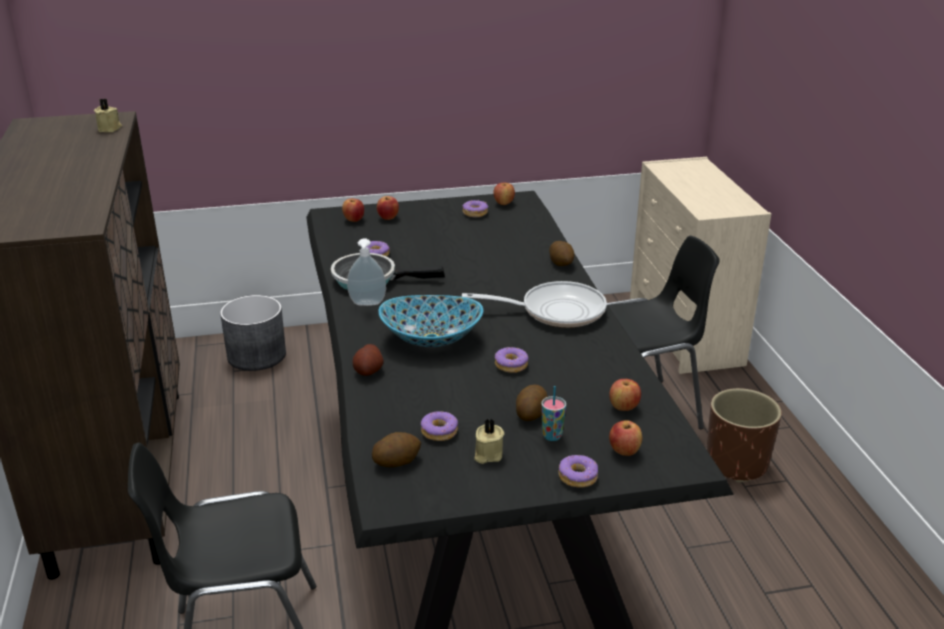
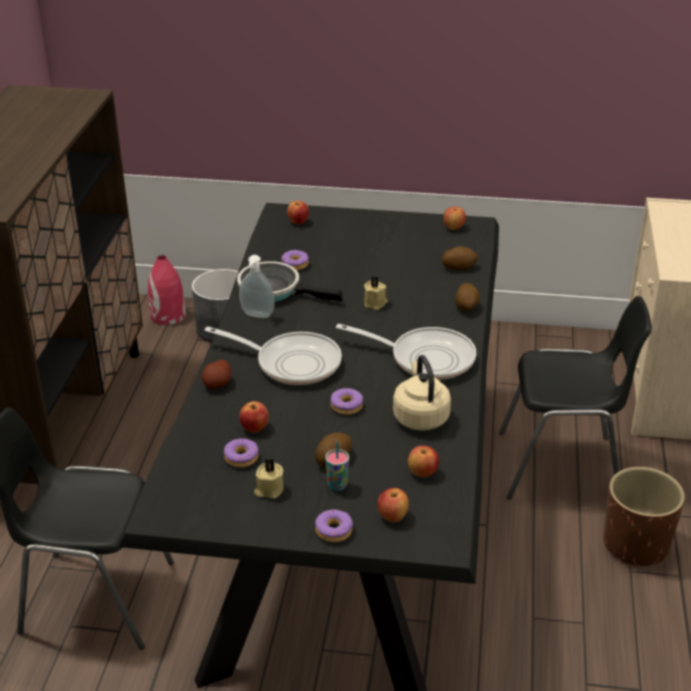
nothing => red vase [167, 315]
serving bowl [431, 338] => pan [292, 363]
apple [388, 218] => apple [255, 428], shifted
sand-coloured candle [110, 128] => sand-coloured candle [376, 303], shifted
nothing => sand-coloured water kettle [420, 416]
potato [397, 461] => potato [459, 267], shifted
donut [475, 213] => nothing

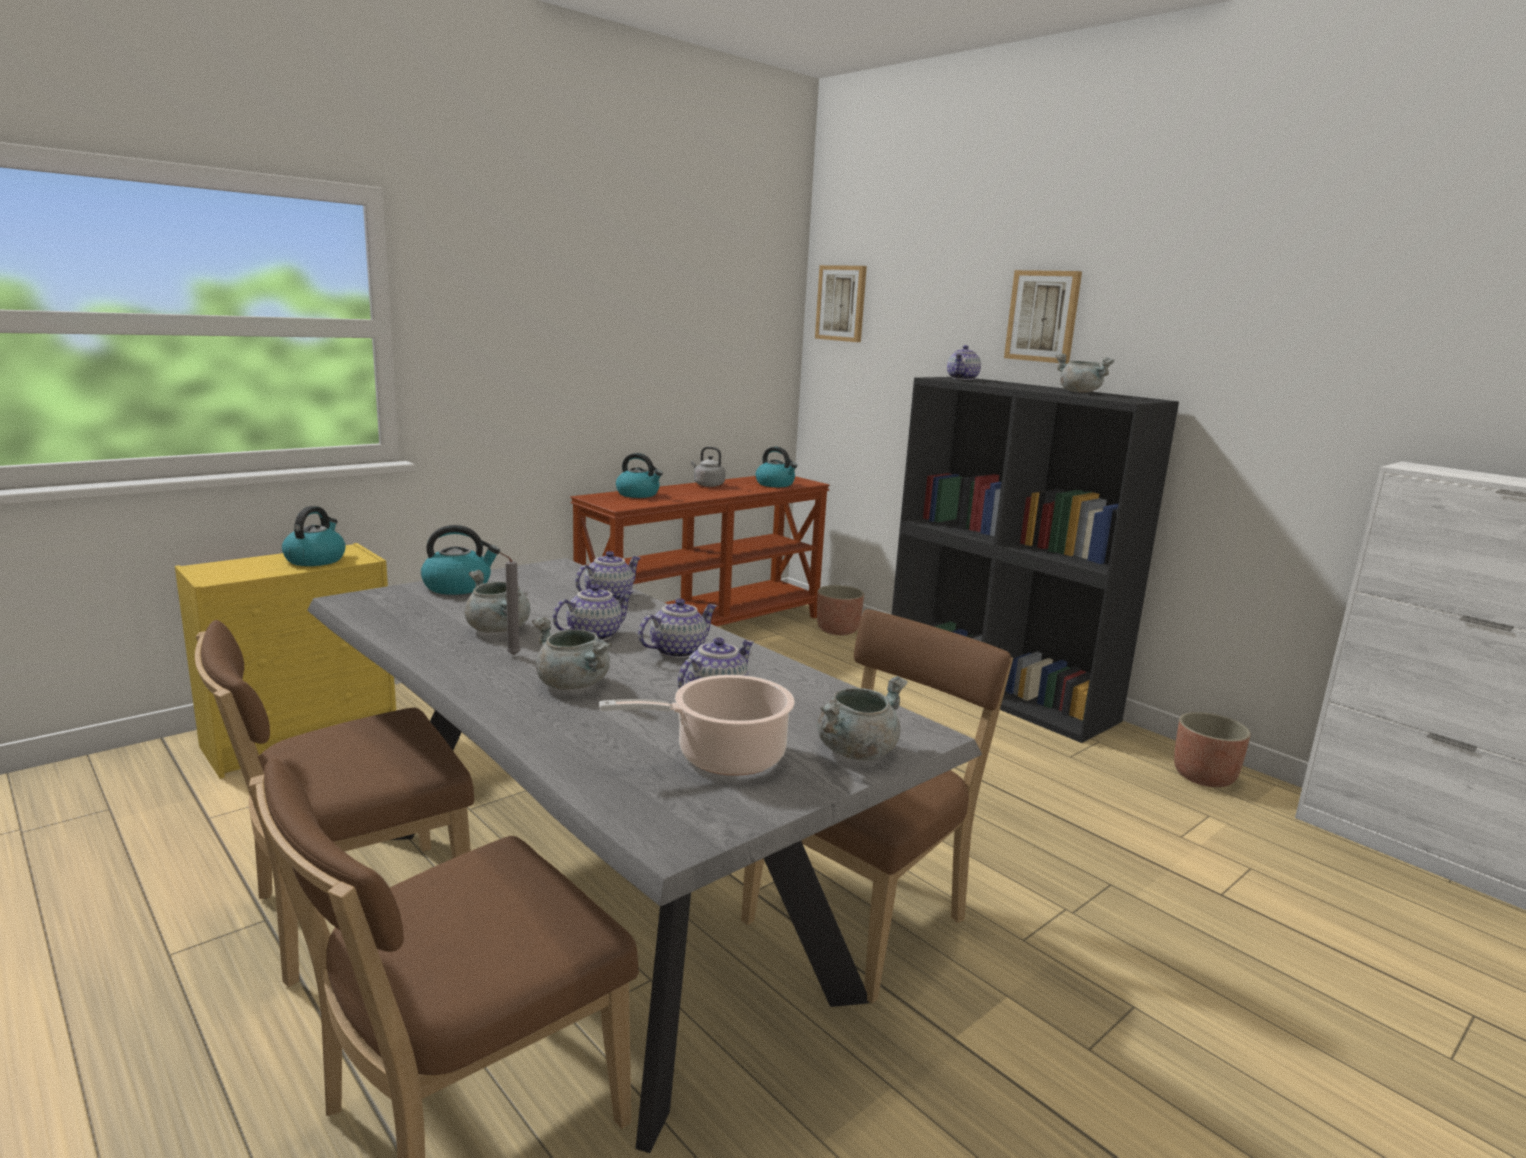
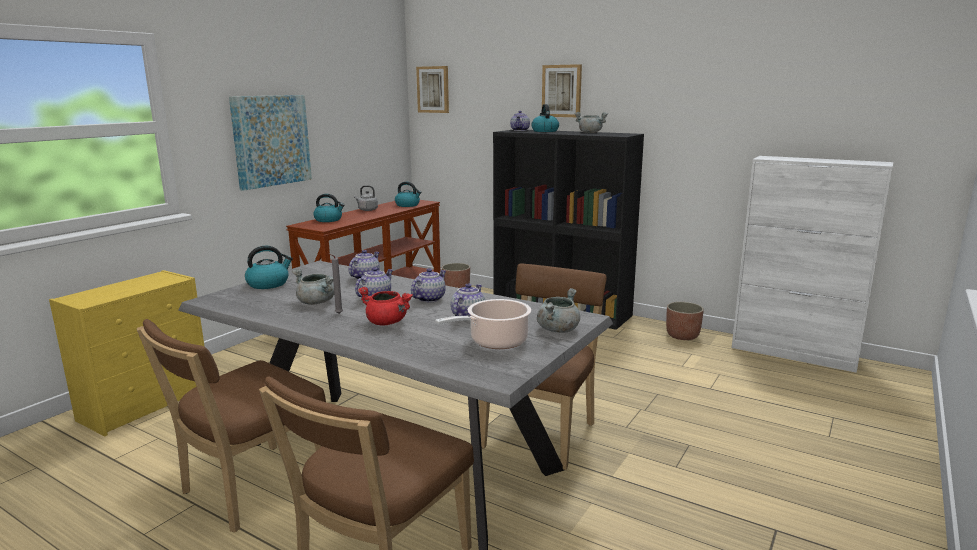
nothing => wall art [271, 140]
gray cooking pot [574, 685] => red cooking pot [387, 322]
water kettle [315, 559] => water kettle [544, 131], shifted

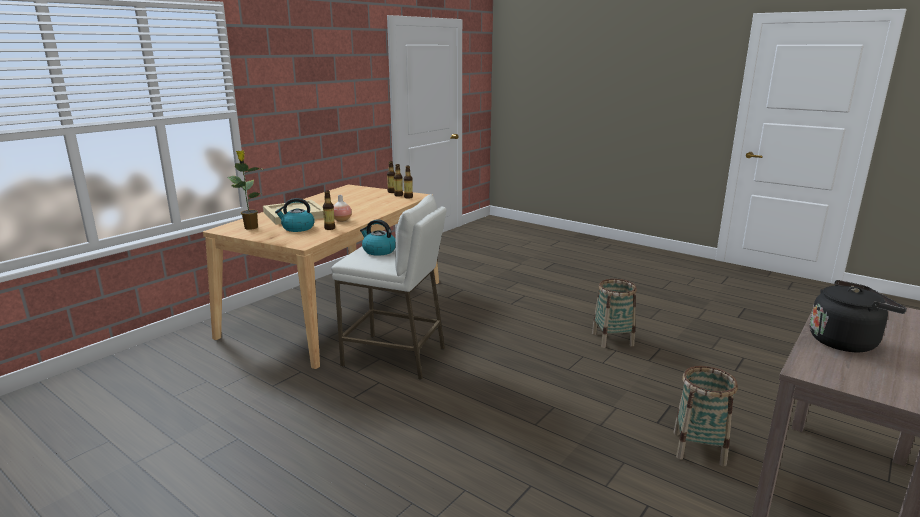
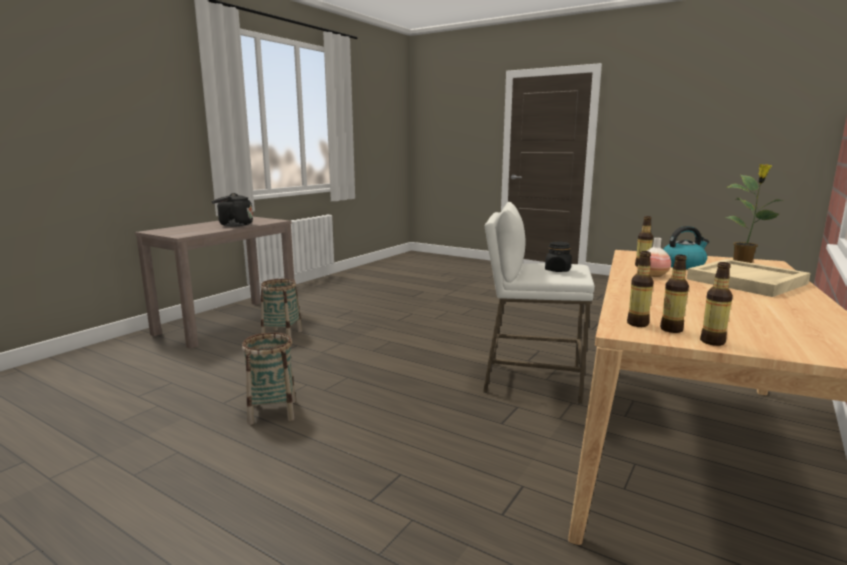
water kettle [378, 251] => blackish jar [557, 270]

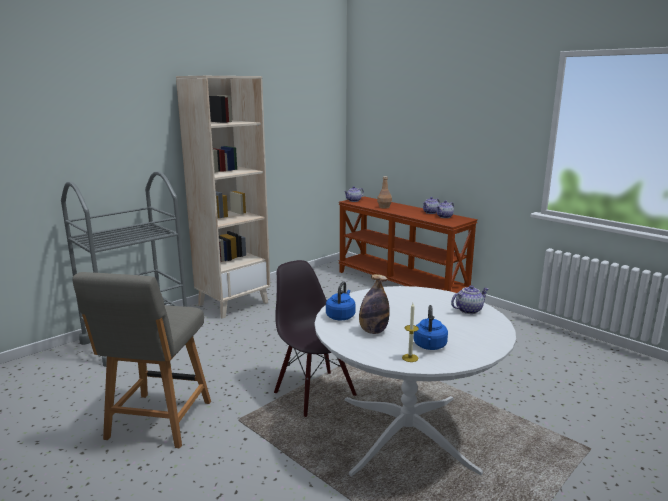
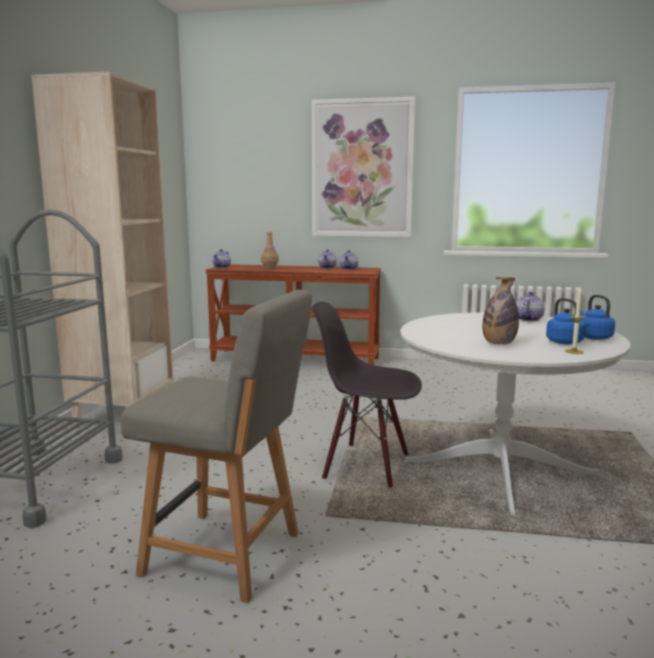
gray upright chair [158, 422] => gray upright chair [227, 555], 45 degrees counterclockwise
nothing => wall art [362, 169]
blue-coloured water kettle [341, 316] => blue-coloured water kettle [593, 337], shifted

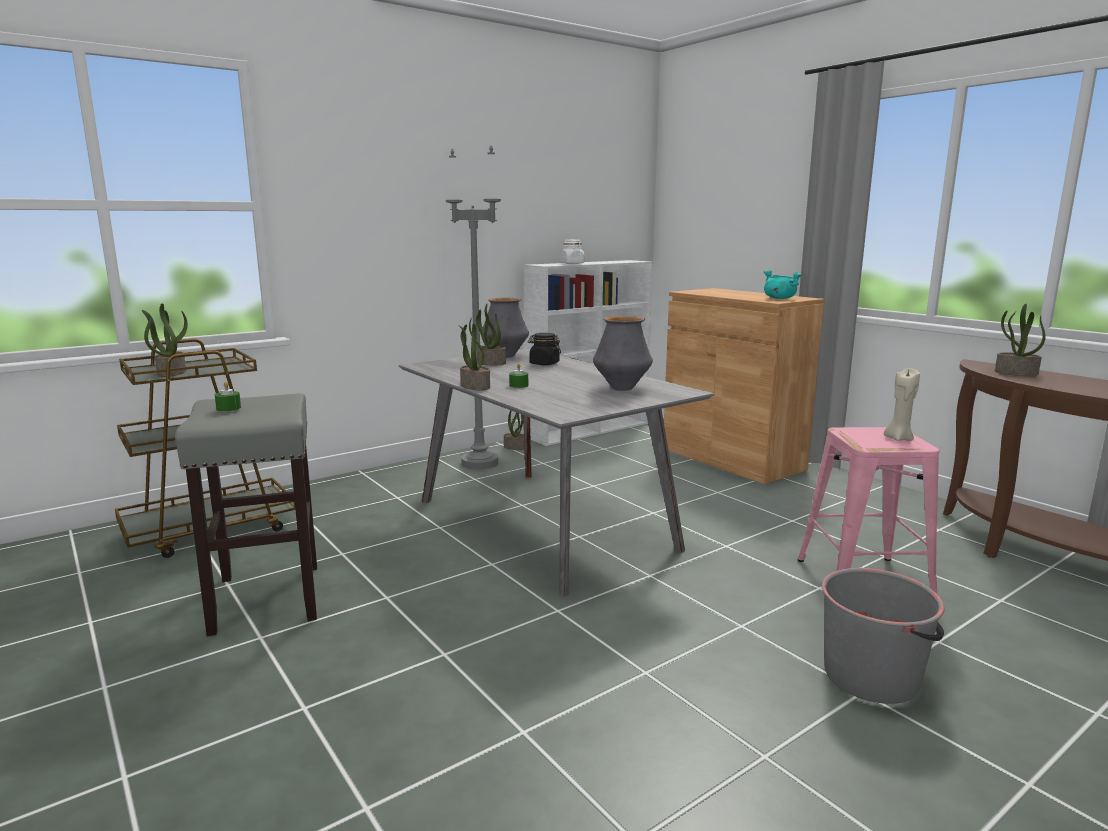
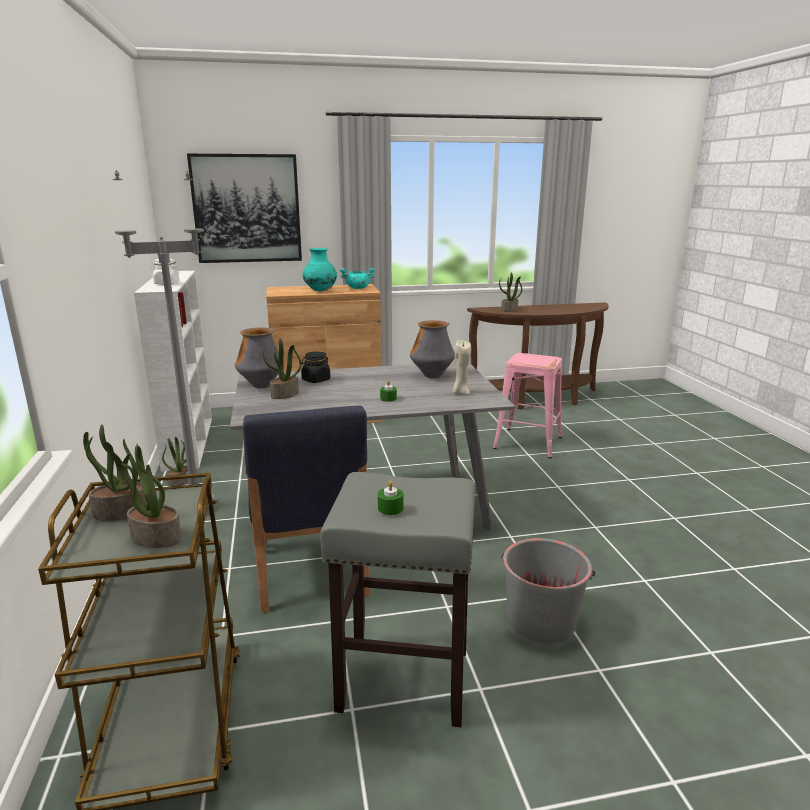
plant in a pot [474, 386] => plant in a pot [120, 512], shifted
nothing => wall art [247, 209]
nothing => blue-coloured upright chair [309, 570]
nothing => turquoise vase [320, 291]
sand-coloured candle [898, 438] => sand-coloured candle [460, 392], shifted
gray bucket [872, 676] => gray bucket [541, 620], shifted

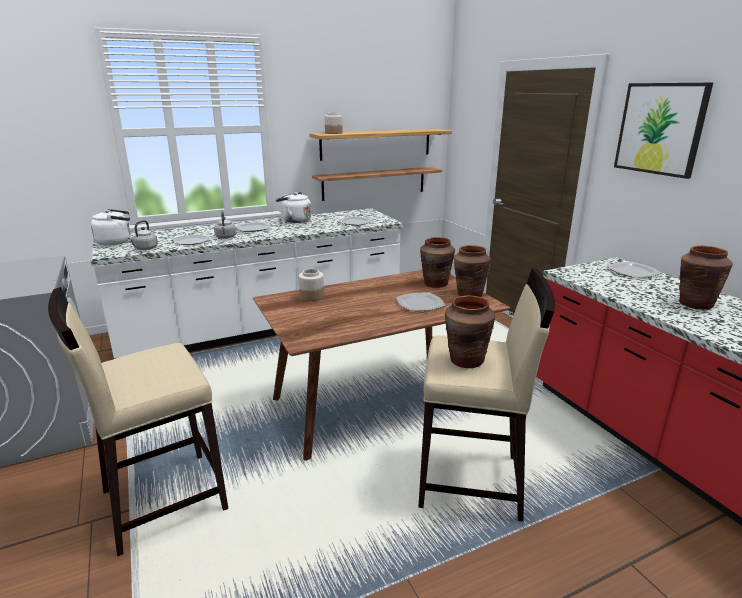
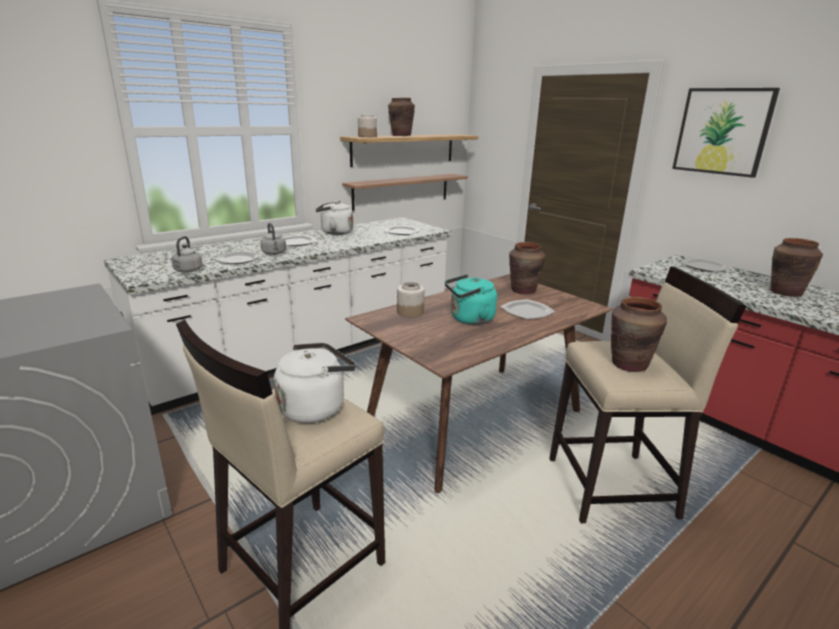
white water kettle [116, 242] => white water kettle [315, 407], shifted
brown-coloured vase [469, 294] => brown-coloured vase [401, 136], shifted
nothing => turquoise water kettle [469, 319]

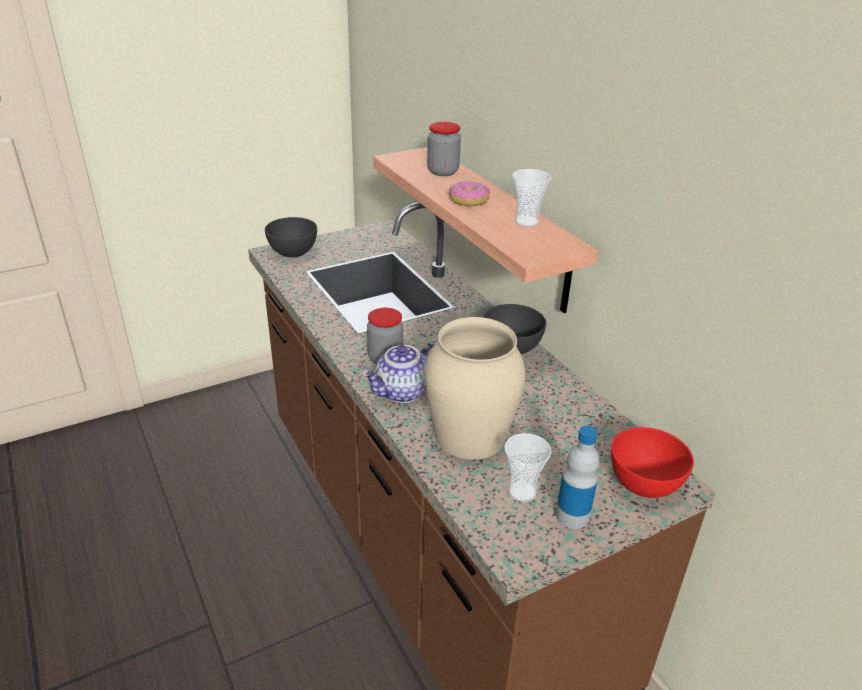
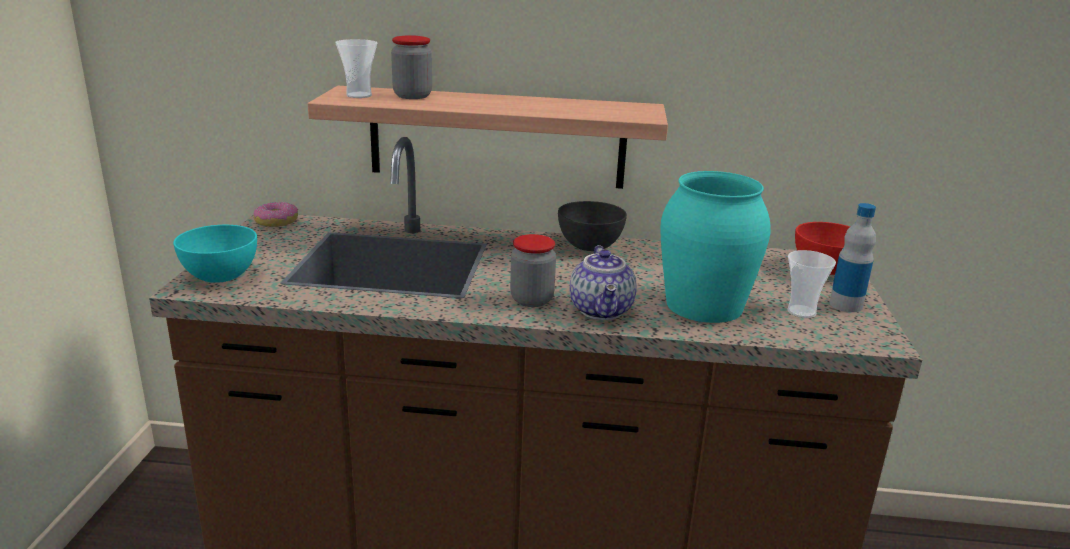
gray serving bowl [293, 253] => turquoise serving bowl [221, 276]
donut [469, 200] => donut [277, 221], shifted
cup [526, 221] => cup [359, 95], shifted
sand-coloured vase [469, 435] => turquoise vase [703, 305]

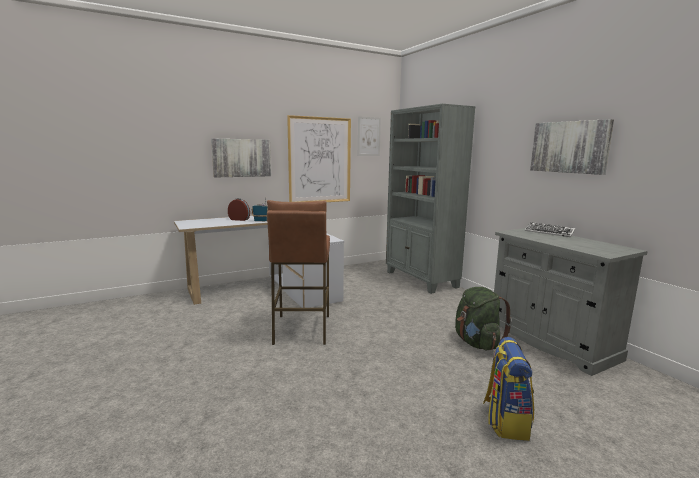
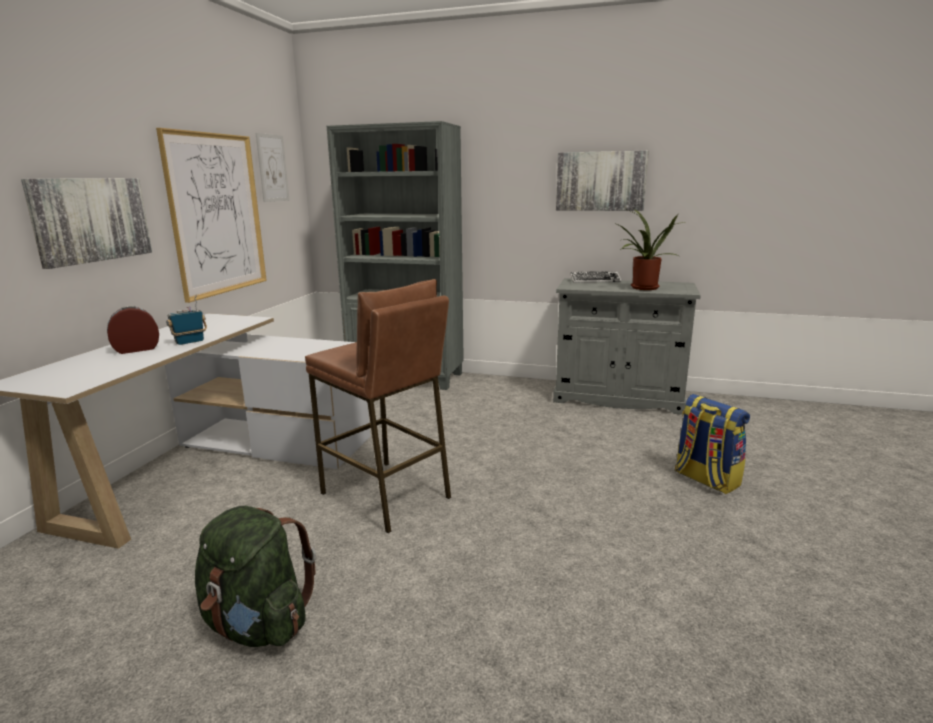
green-coloured rucksack [477, 343] => green-coloured rucksack [258, 624], shifted
nothing => plant in a pot [642, 288]

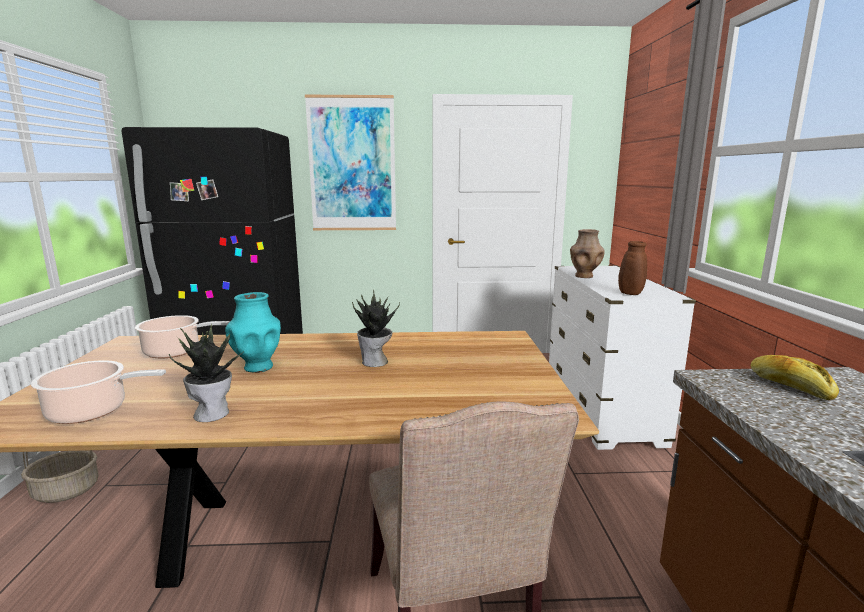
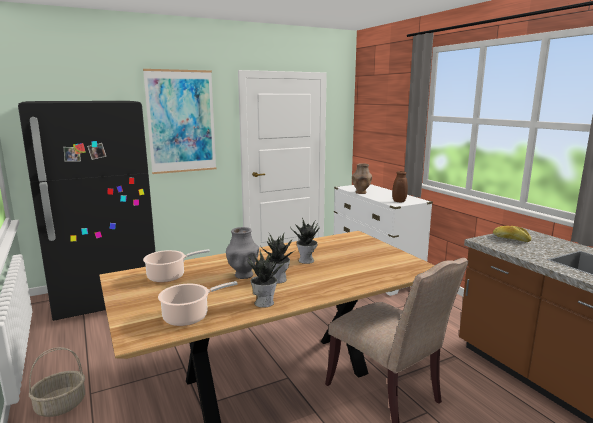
turquoise vase [258, 367] => gray vase [243, 275]
nothing => plant in a pot [278, 279]

